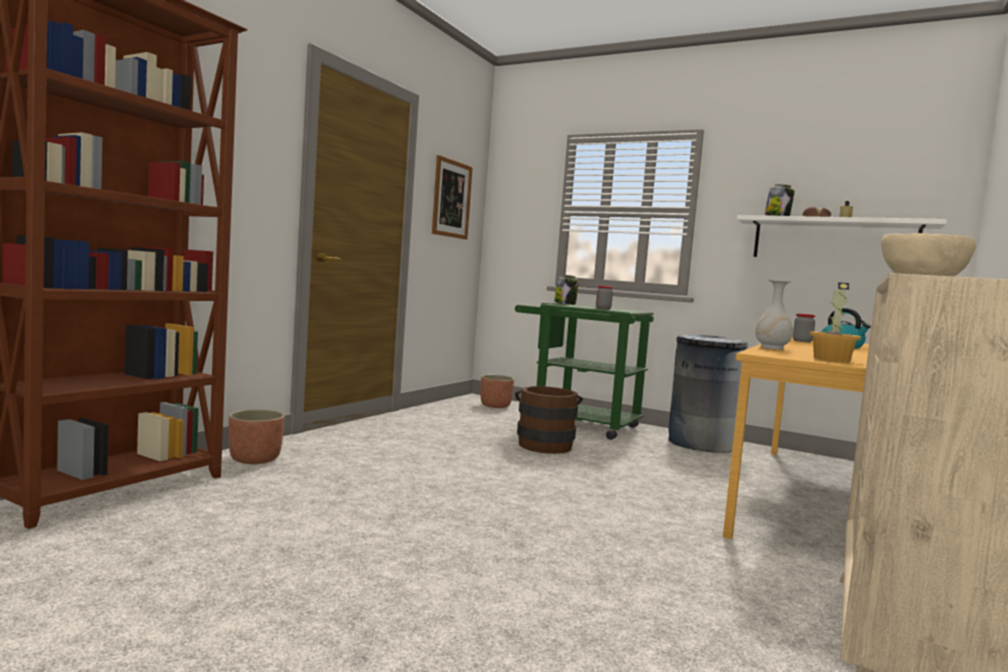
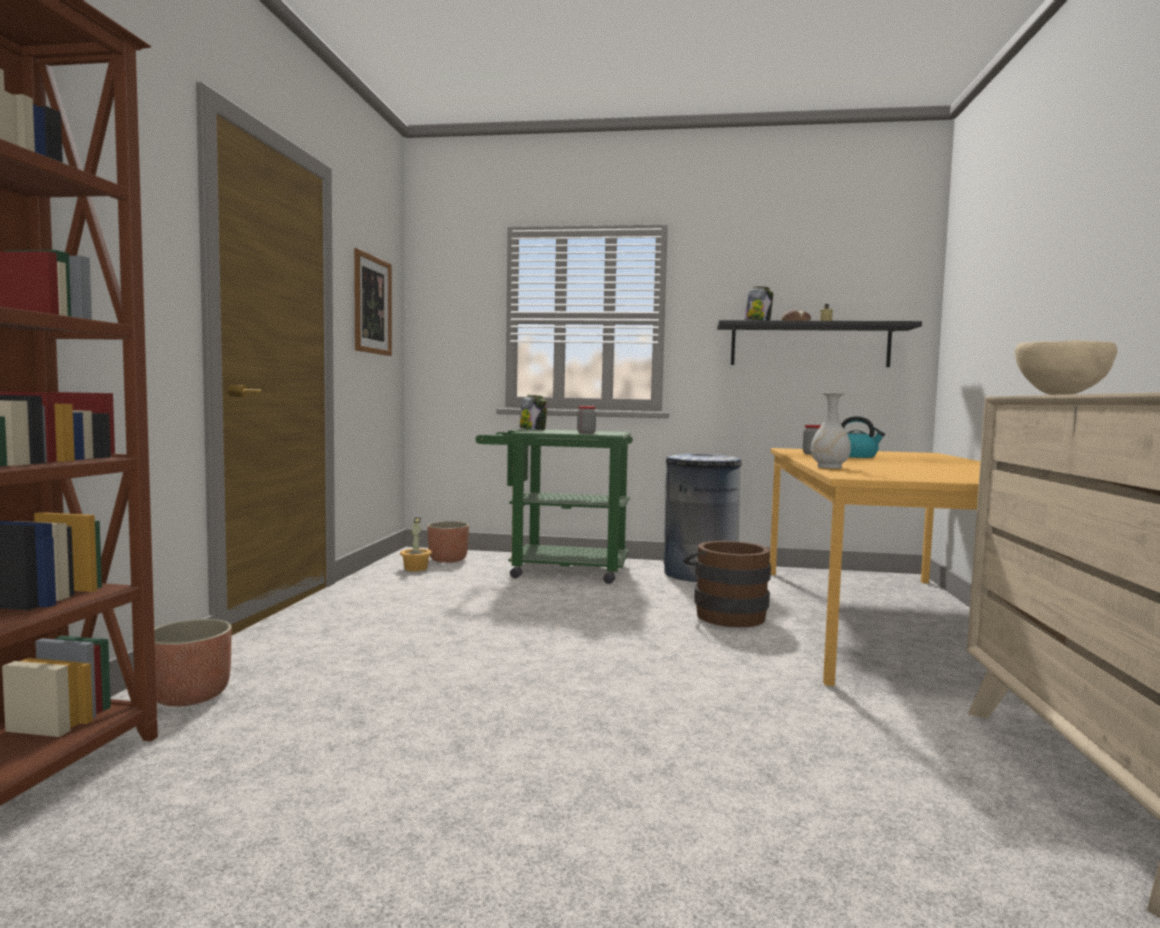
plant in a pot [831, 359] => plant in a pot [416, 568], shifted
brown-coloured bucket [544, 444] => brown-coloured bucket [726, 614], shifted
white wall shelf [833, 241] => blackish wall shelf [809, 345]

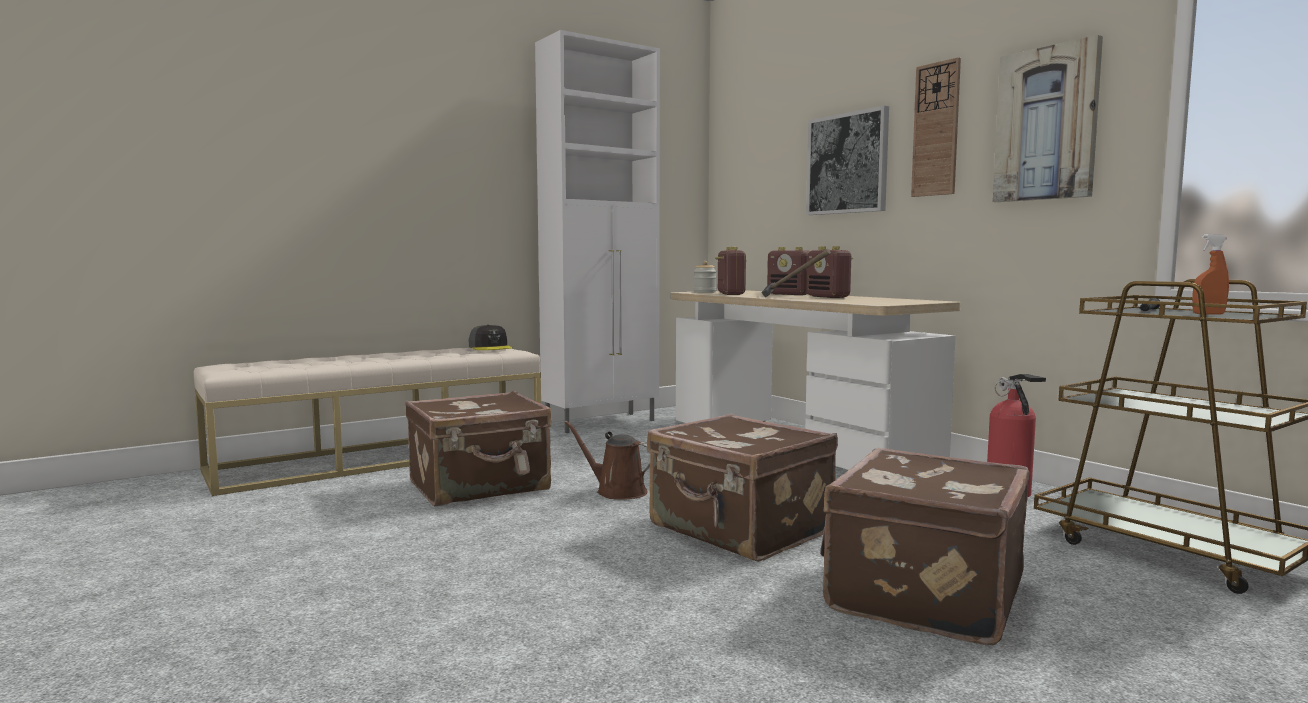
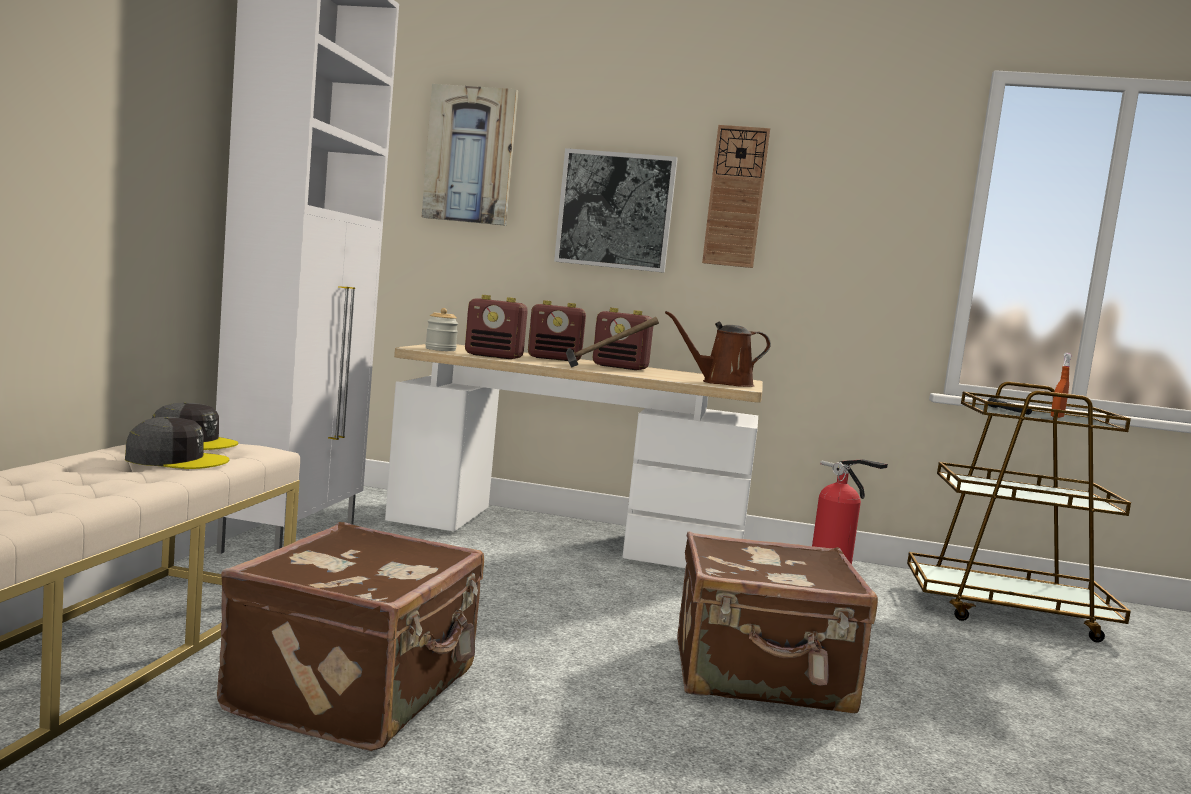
nothing => gray cap [176, 459]
wall art [1046, 124] => wall art [470, 155], shifted
radio receiver [730, 294] => radio receiver [494, 356], 150 degrees clockwise
brown-coloured watering can [617, 491] => brown-coloured watering can [722, 383], shifted
brown-coloured piece of luggage [921, 595] => nothing

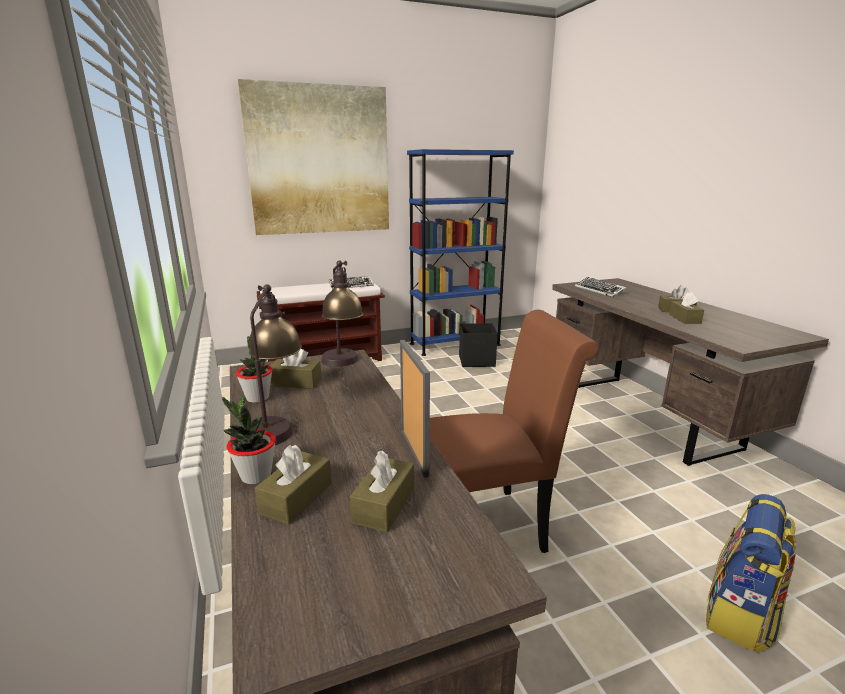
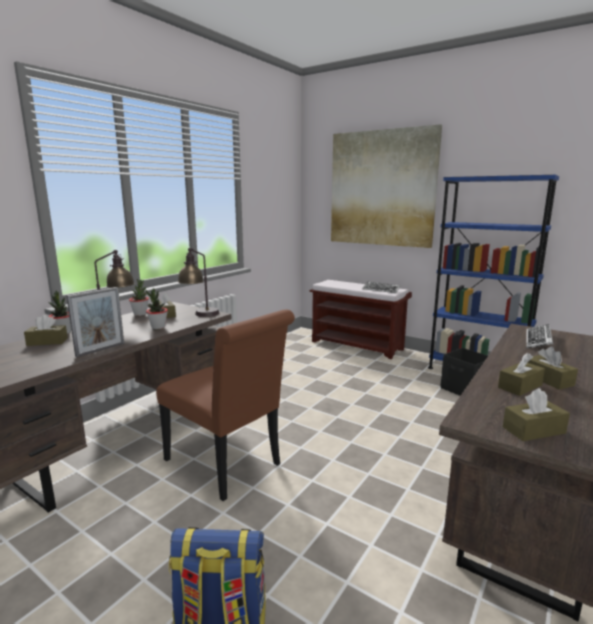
nothing => plant in a pot [158, 327]
brown-coloured tissue box [384, 505] => brown-coloured tissue box [533, 430], shifted

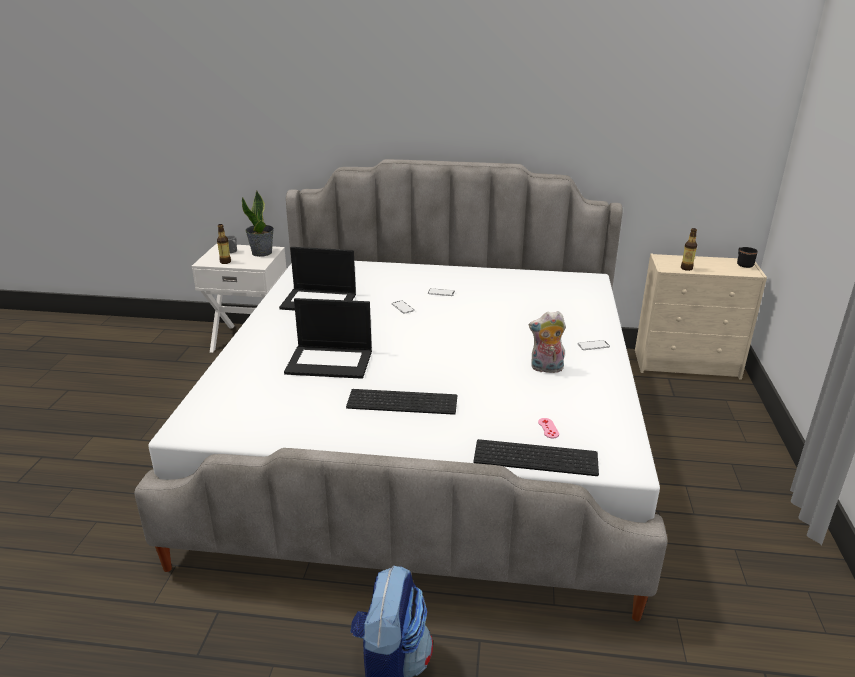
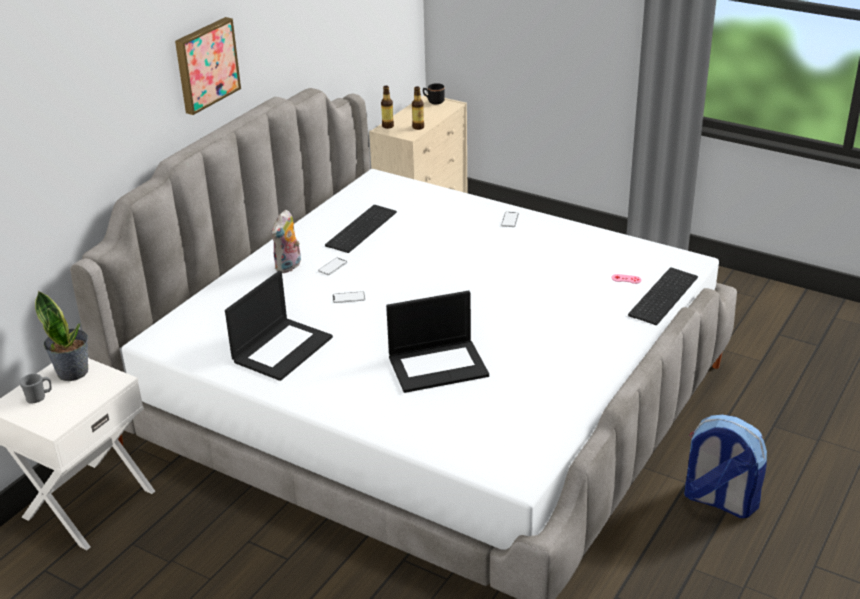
nothing => wall art [205, 64]
cuddly toy [546, 369] => cuddly toy [289, 267], shifted
computer keyboard [403, 401] => computer keyboard [360, 228], shifted
bottle [225, 262] => bottle [387, 126], shifted
laptop [330, 361] => laptop [438, 365], 45 degrees clockwise

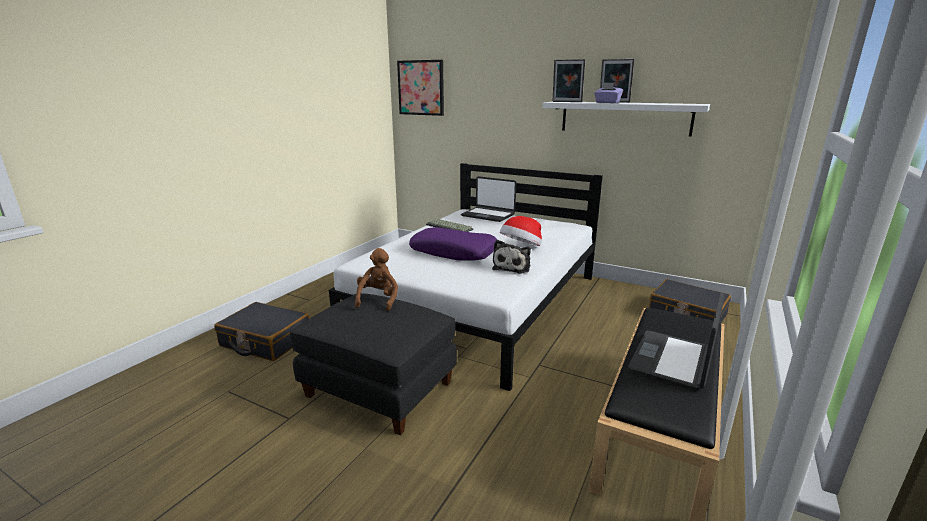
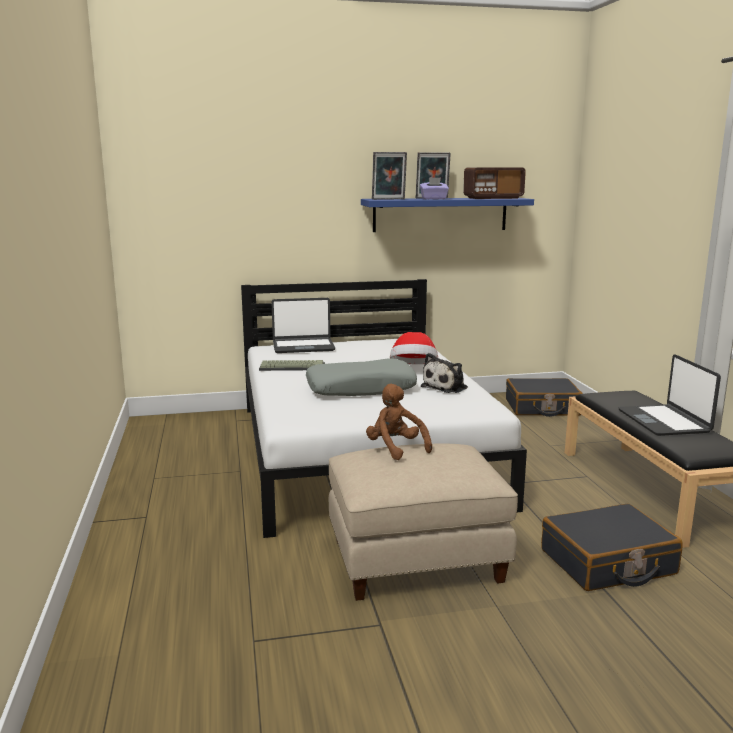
purplish cushion [454, 252] => gray cushion [361, 389]
blackish pouffe [380, 389] => sand-coloured pouffe [416, 559]
white wall shelf [624, 118] => blue-coloured wall shelf [440, 214]
cuddly toy [512, 267] => cuddly toy [446, 387], 60 degrees clockwise
nothing => radio receiver [493, 198]
blackish piece of luggage [265, 341] => blackish piece of luggage [607, 563], shifted
wall art [421, 88] => nothing

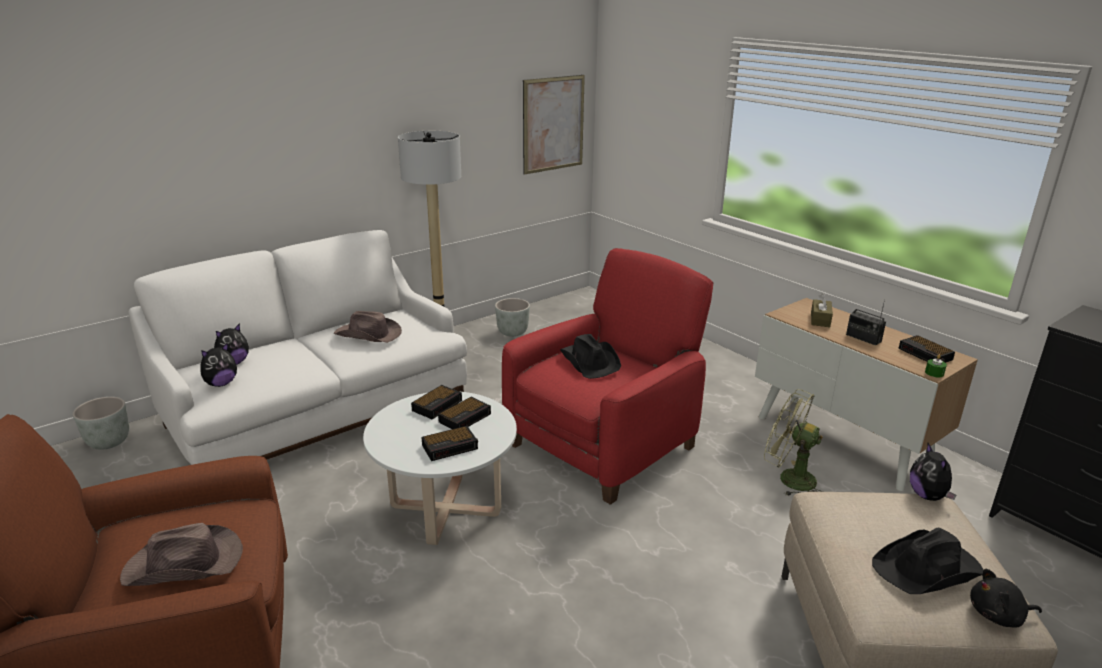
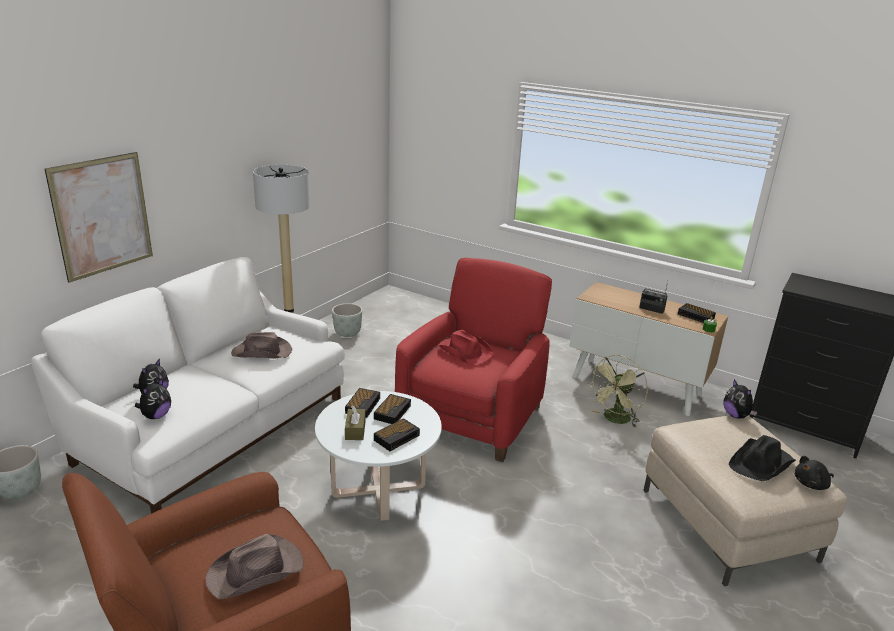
wall art [553, 124] => wall art [102, 215], shifted
brown-coloured tissue box [820, 319] => brown-coloured tissue box [355, 430], shifted
blackish hat [590, 361] => red hat [465, 351]
green-coloured cooling fan [788, 478] => green-coloured cooling fan [614, 420], 60 degrees counterclockwise

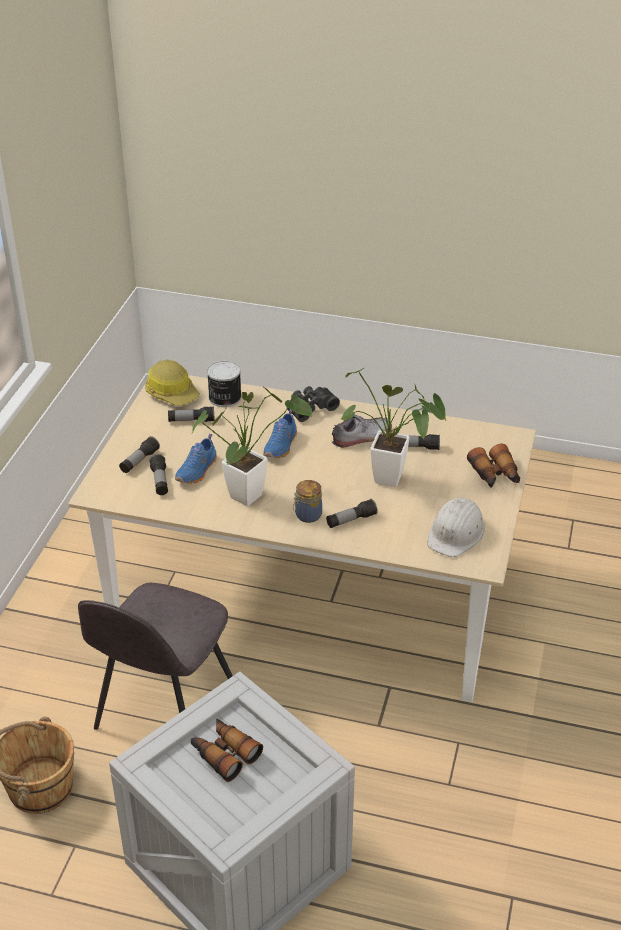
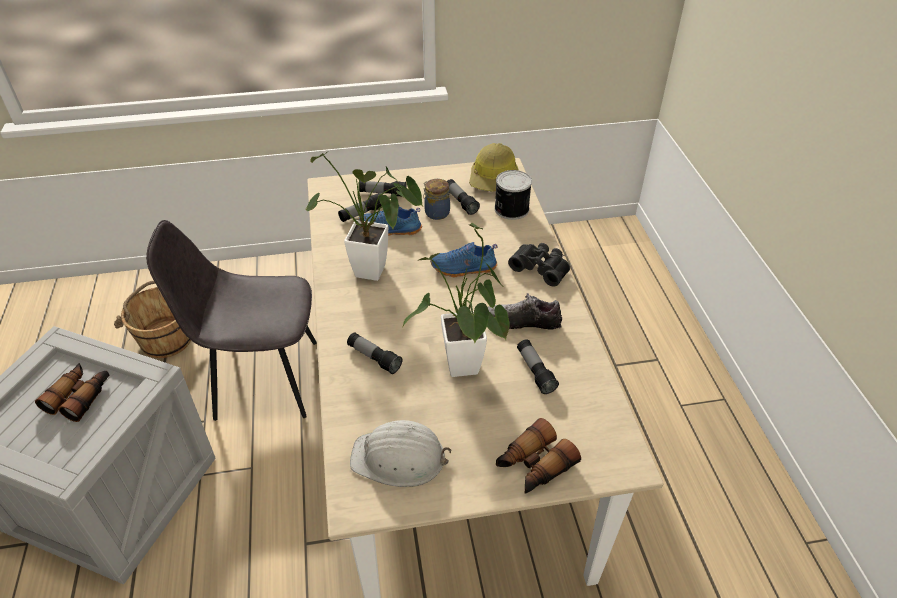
jar [307, 515] => jar [436, 212], shifted
item of footwear [362, 436] => item of footwear [521, 321], 150 degrees clockwise

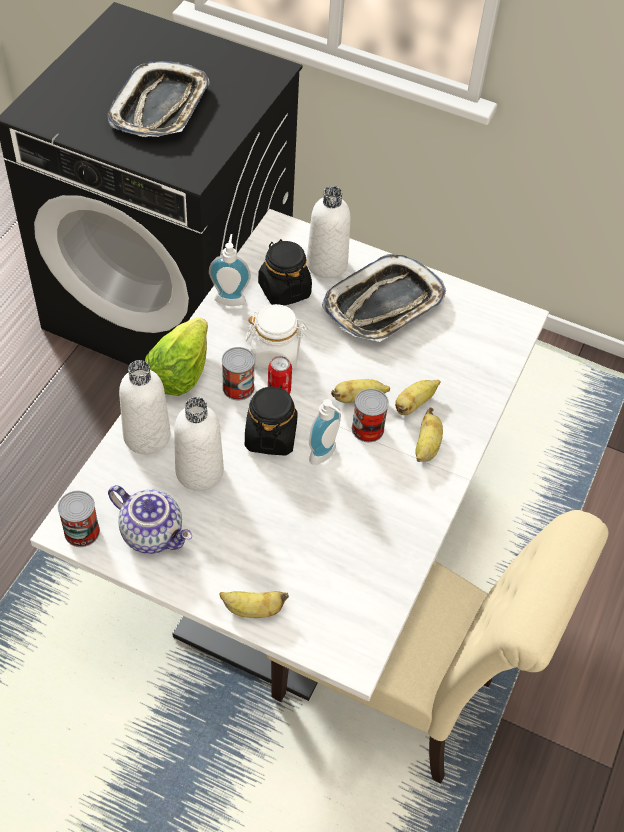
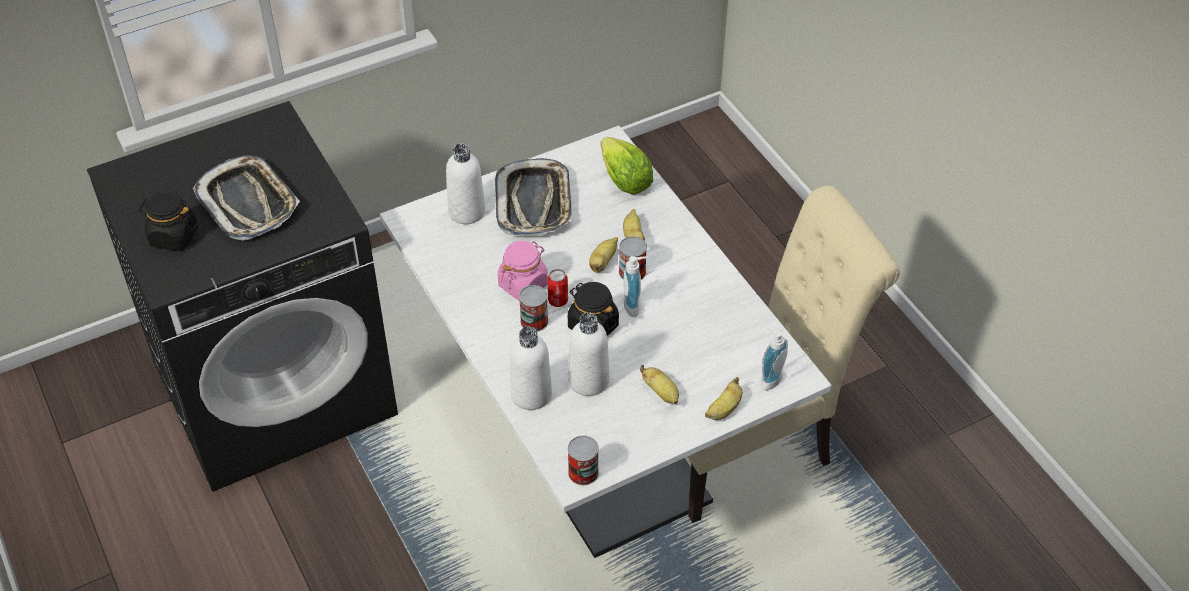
blackish jar [284, 290] => blackish jar [173, 236], shifted
white jar [276, 354] => pink-coloured jar [523, 284]
lettuce head [179, 373] => lettuce head [625, 181], shifted
whole banana [426, 447] => whole banana [661, 393], shifted
liquid soap bottle [230, 297] => liquid soap bottle [768, 379], shifted
pot for tea [153, 533] => nothing

